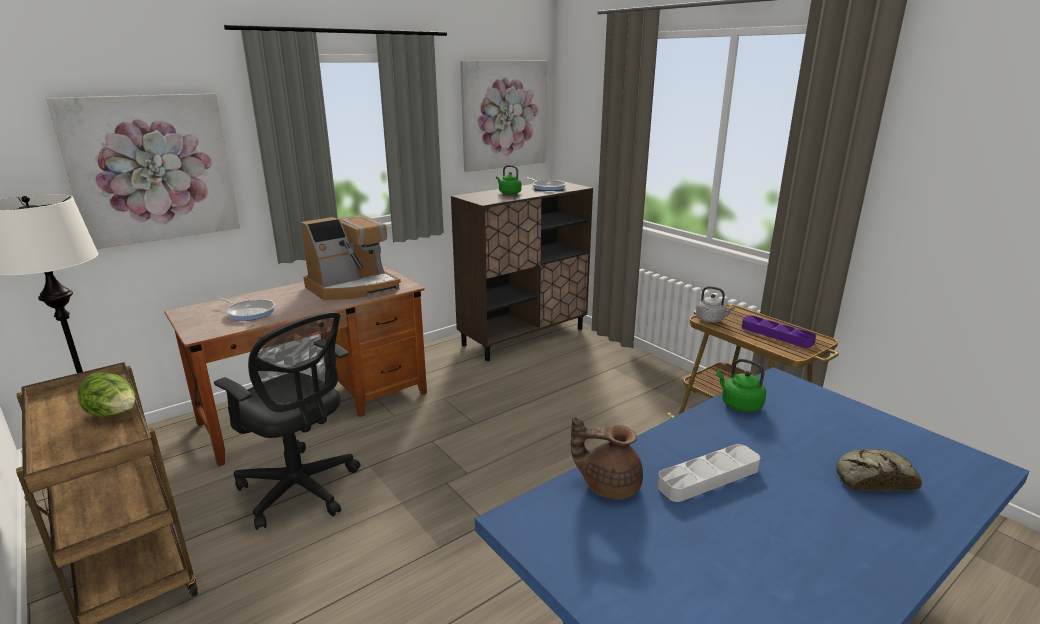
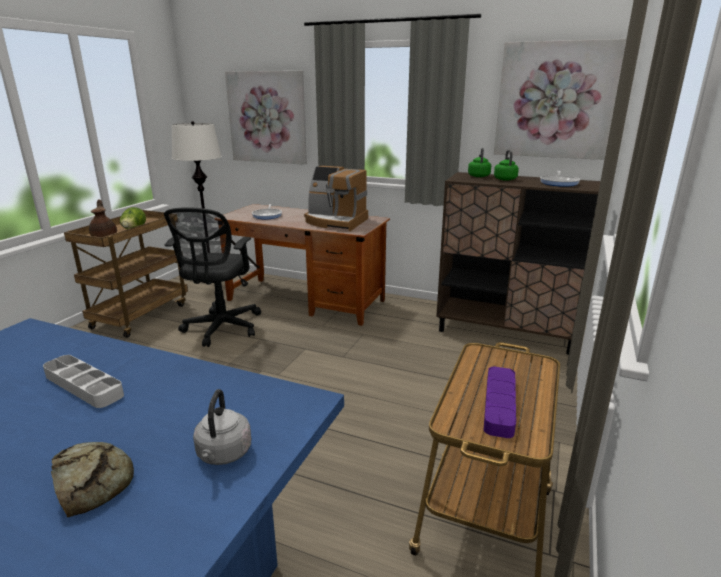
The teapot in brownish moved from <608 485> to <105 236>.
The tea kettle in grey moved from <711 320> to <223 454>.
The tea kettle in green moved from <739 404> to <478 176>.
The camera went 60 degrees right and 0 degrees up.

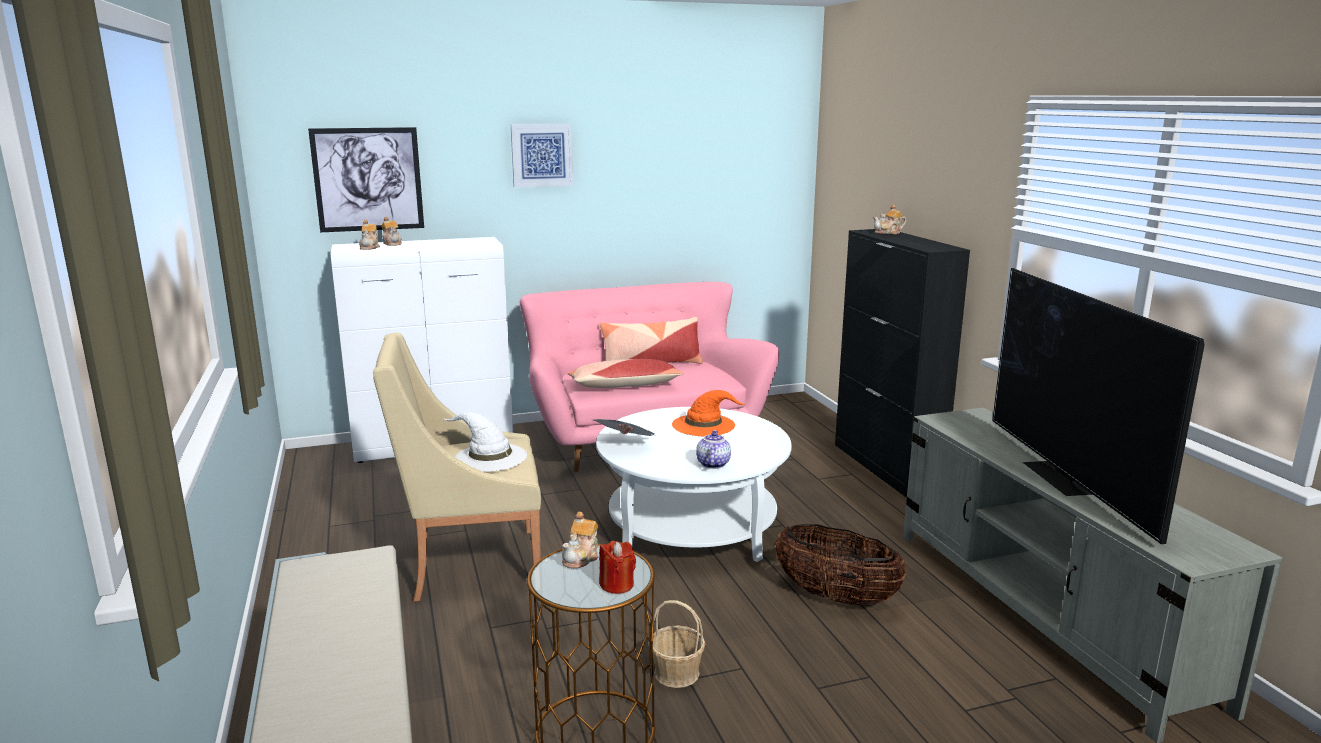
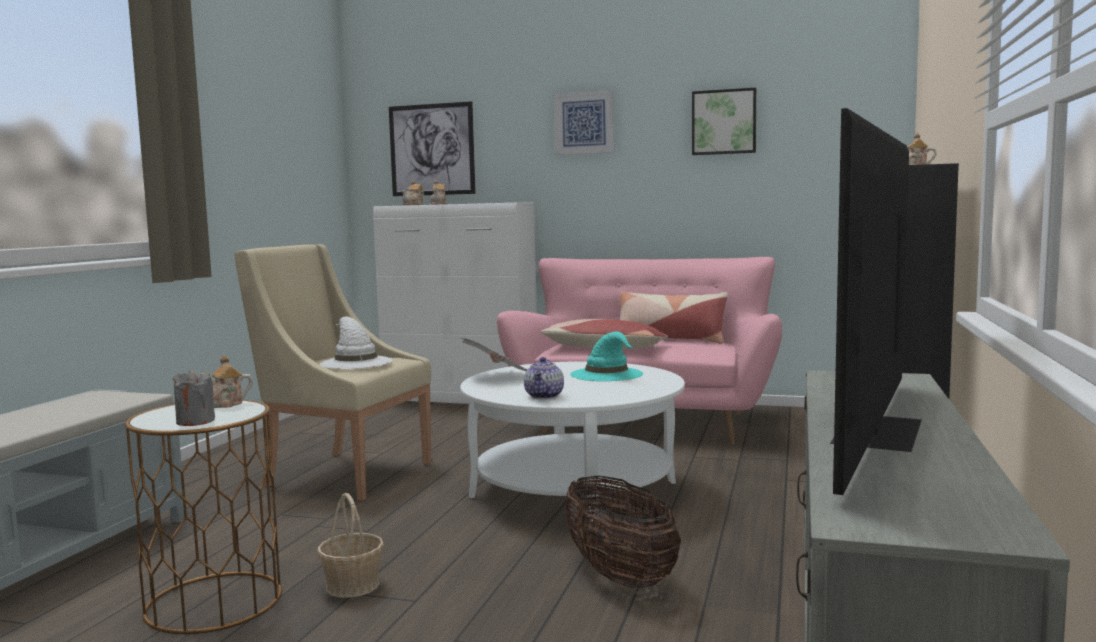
The wax light in red-coloured at <617 585> became the wax light in grey at <195 421>.
The hat in orange-coloured at <704 425> became the hat in turquoise-coloured at <607 374>.
The teapot at <712 464> turned 150 degrees clockwise.
The wall art at <724 122> appeared.
The camera went 35 degrees right and 10 degrees down.

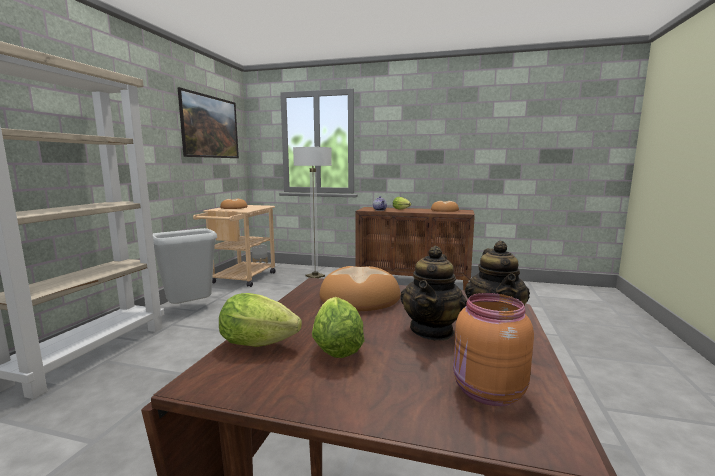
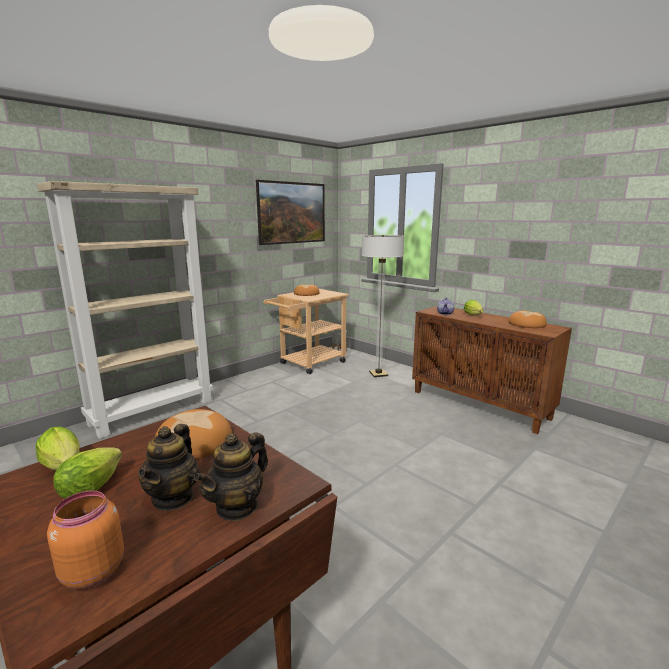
The trash can in grey at <190 308> disappeared.
The teapot at <432 330> turned 45 degrees counterclockwise.
The camera went 30 degrees right and 5 degrees up.

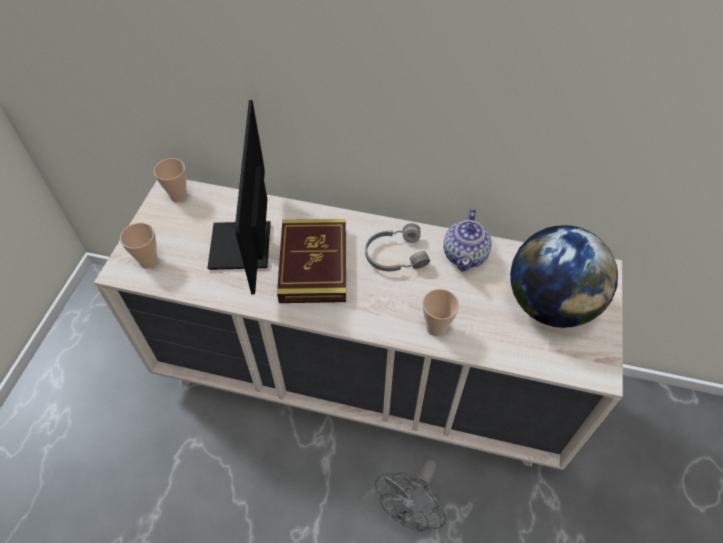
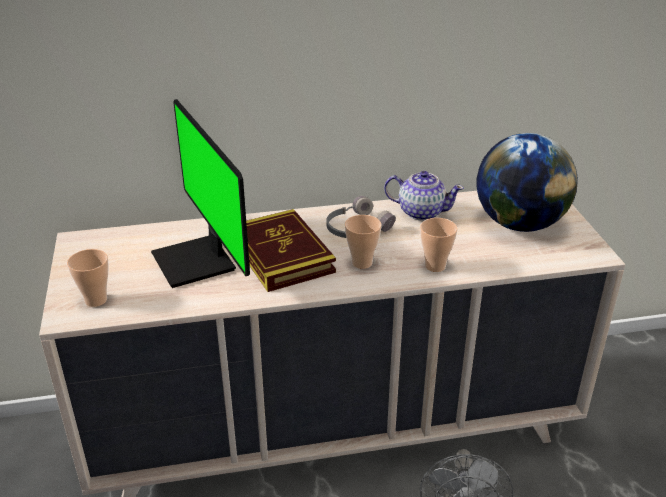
The small cup moved from <178 196> to <362 263>.
The teapot at <465 254> turned 60 degrees counterclockwise.
The camera went 25 degrees left and 20 degrees down.

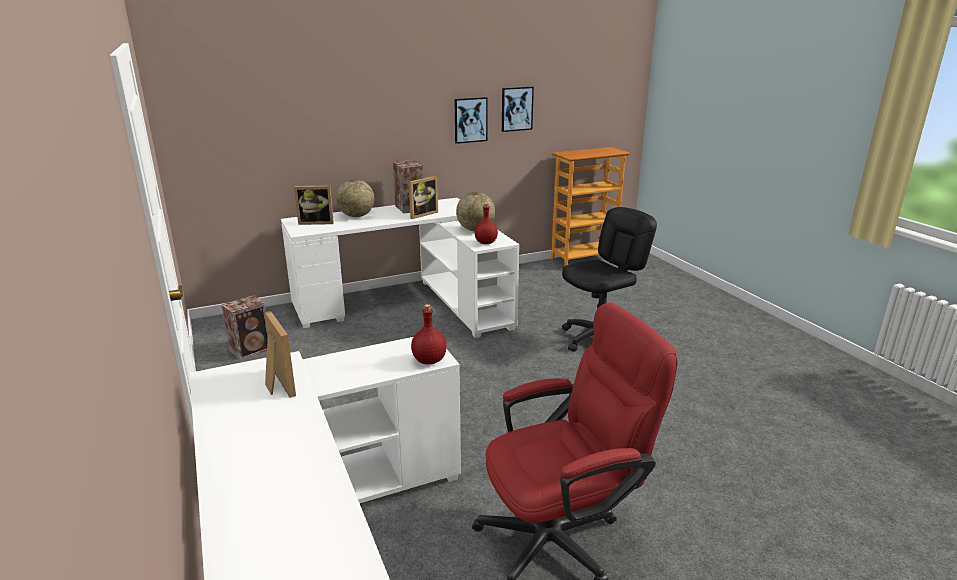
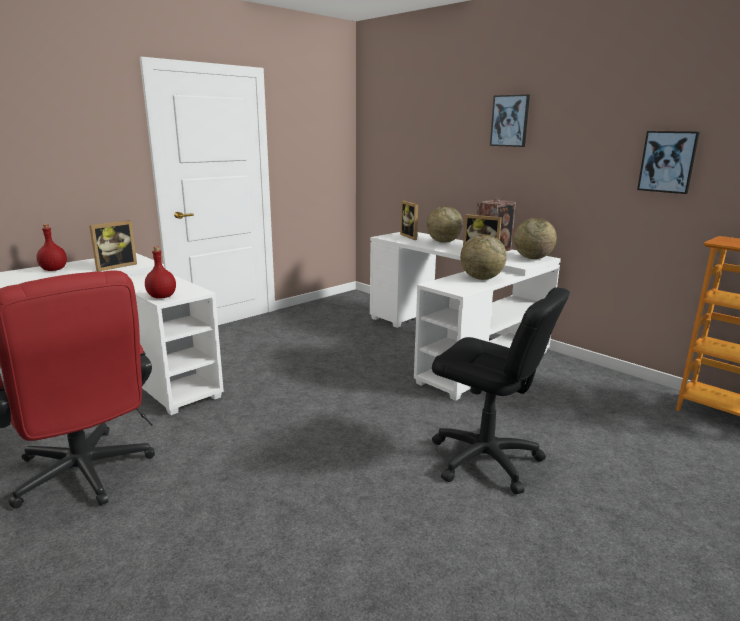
The loudspeaker at <252 350> disappeared.
The wall art moved from <470 120> to <510 121>.
The drink bottle in red-coloured moved from <486 243> to <53 270>.
The world globe at <532 258> appeared.
The camera went 70 degrees right and 5 degrees down.

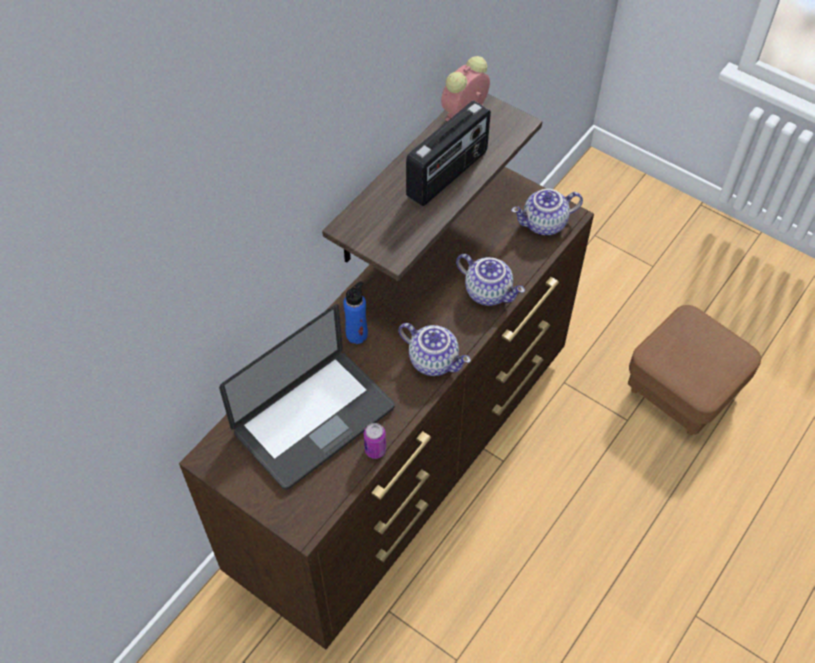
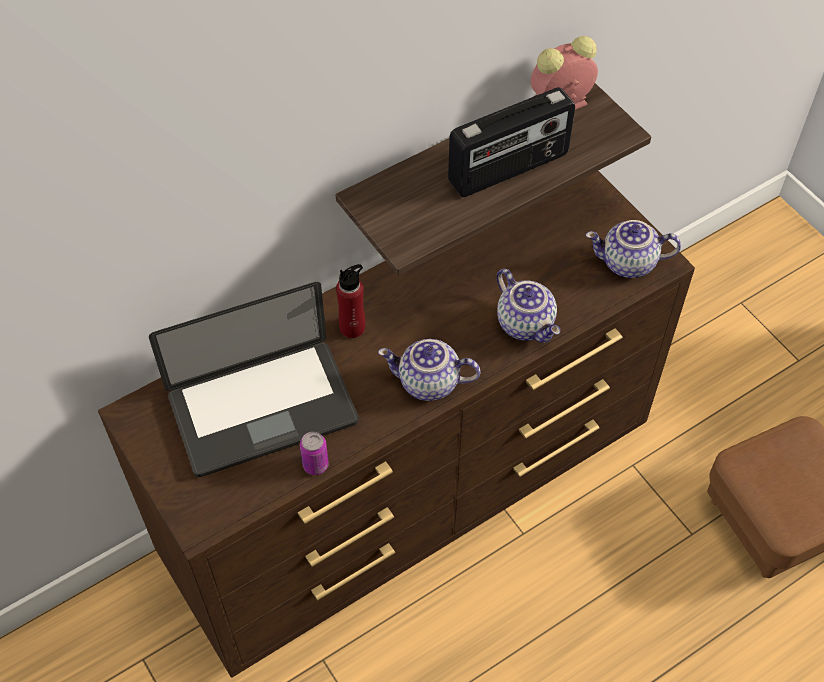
The drink bottle in bluish at <357 335> became the drink bottle in red-coloured at <352 327>.
The teapot at <434 360> turned 135 degrees clockwise.
The camera went 20 degrees right and 0 degrees up.

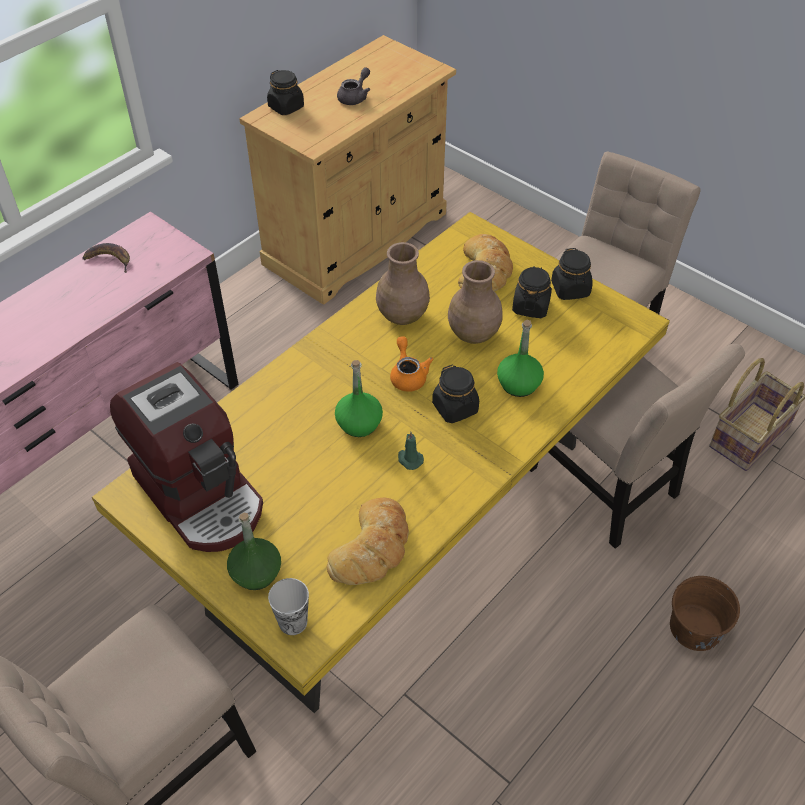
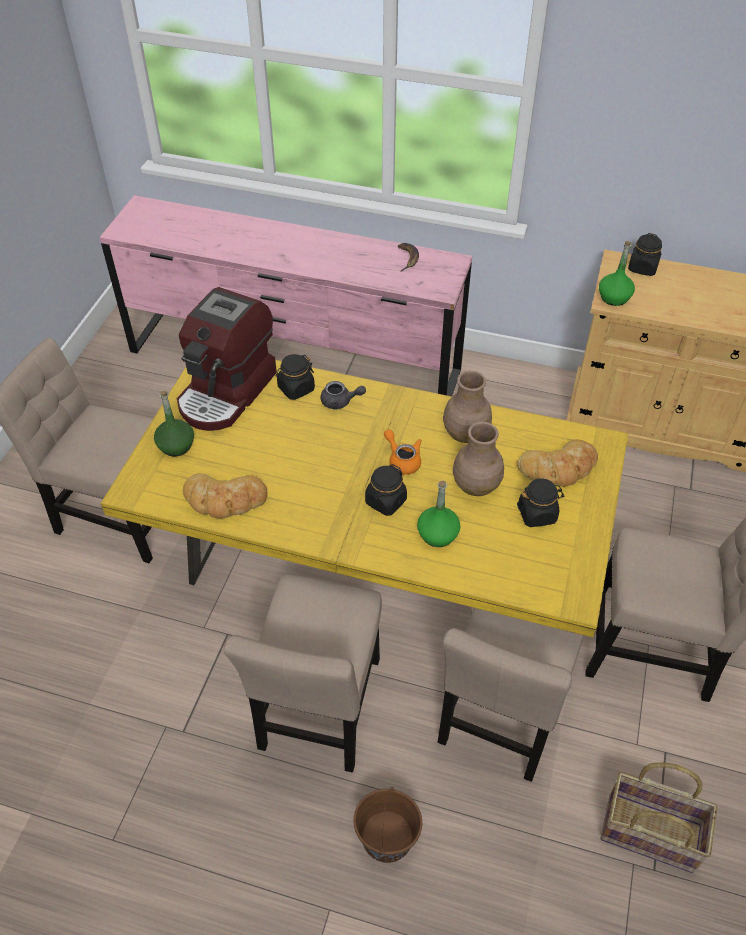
The small cup at <293 622> disappeared.
The drink bottle in green moved from <359 423> to <614 297>.
The teapot in grey moved from <355 97> to <340 402>.
The teapot in orange-coloured at <408 375> turned 90 degrees counterclockwise.
The wax light in green at <409 459> disappeared.
The preserve jar in blackish moved from <570 289> to <296 388>.
The chair in beige-coloured at <320 711> appeared.
The camera went 65 degrees right and 0 degrees up.

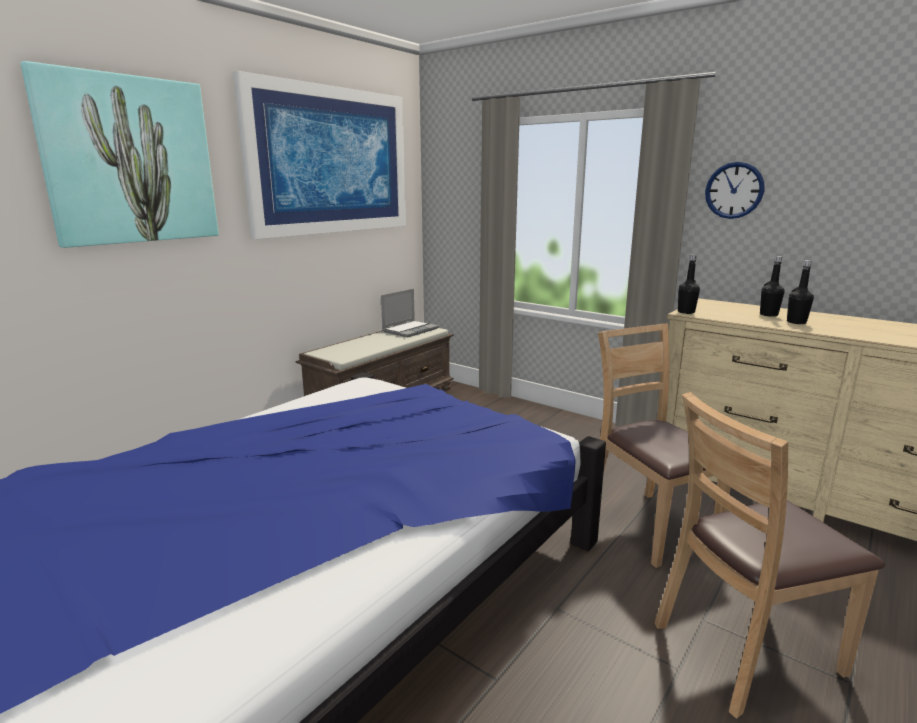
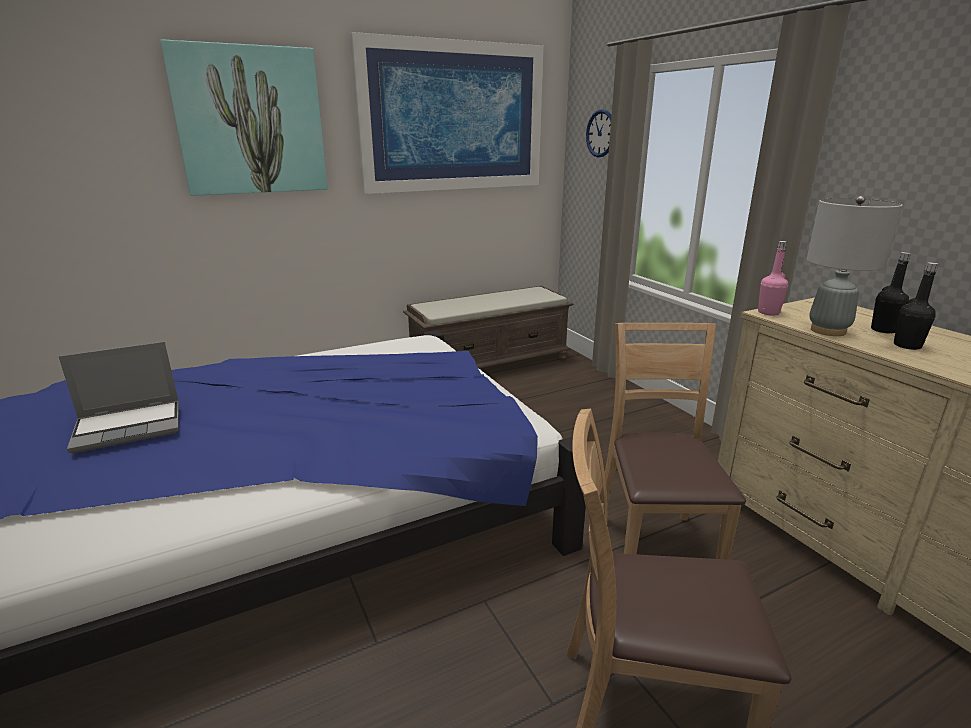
The portable computer moved from <410 330> to <130 426>.
The drink bottle in blackish at <686 312> became the drink bottle in pinkish at <768 312>.
The hanging clock moved from <734 190> to <600 133>.
The tabletop lamp in grey at <828 331> appeared.
The camera went 25 degrees right and 5 degrees up.

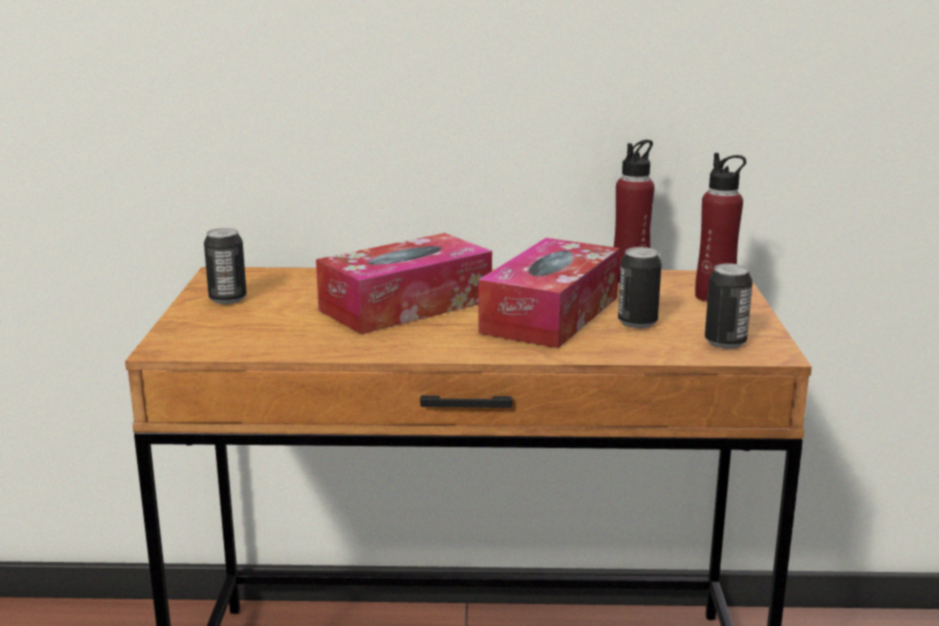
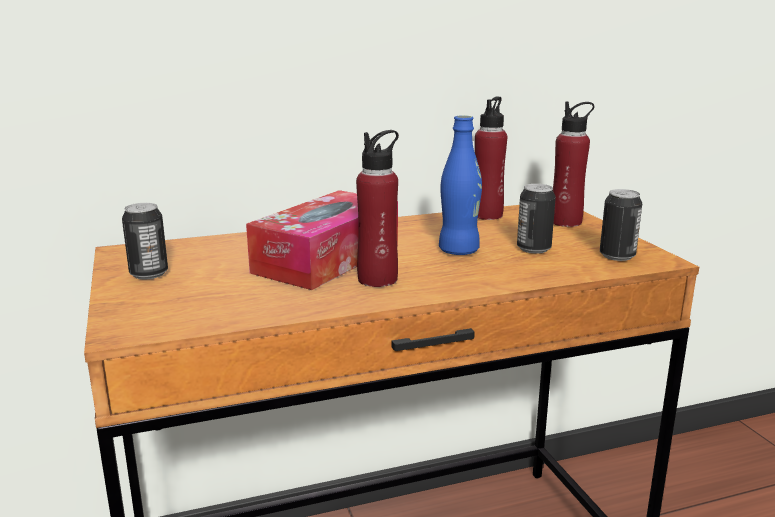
The tissue holder at <550 314> was replaced by the drink bottle in bluish at <458 251>.
The drink bottle in red-coloured at <378 279> appeared.
The camera went 20 degrees left and 0 degrees up.

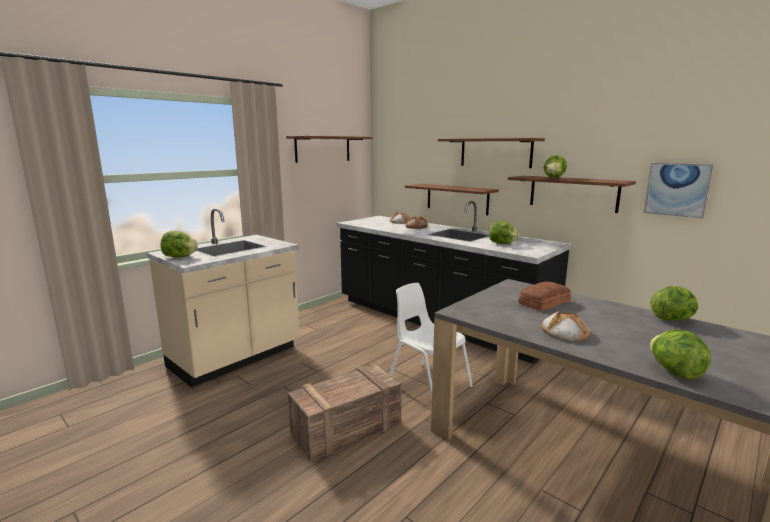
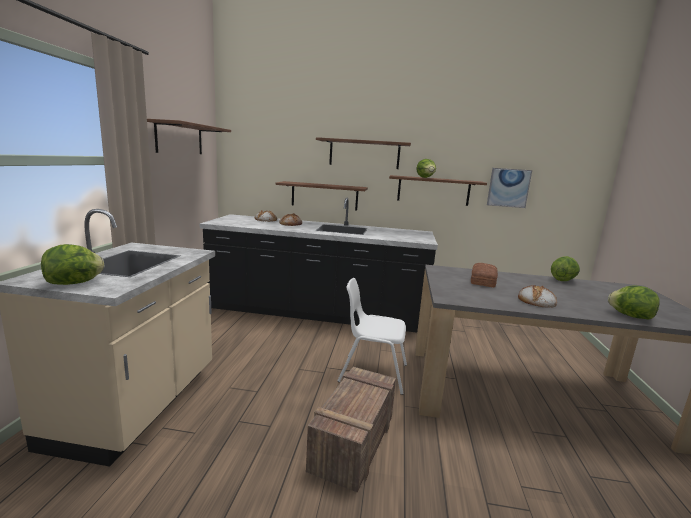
The head of lettuce at <502 244> disappeared.
The camera went 35 degrees left and 0 degrees up.

